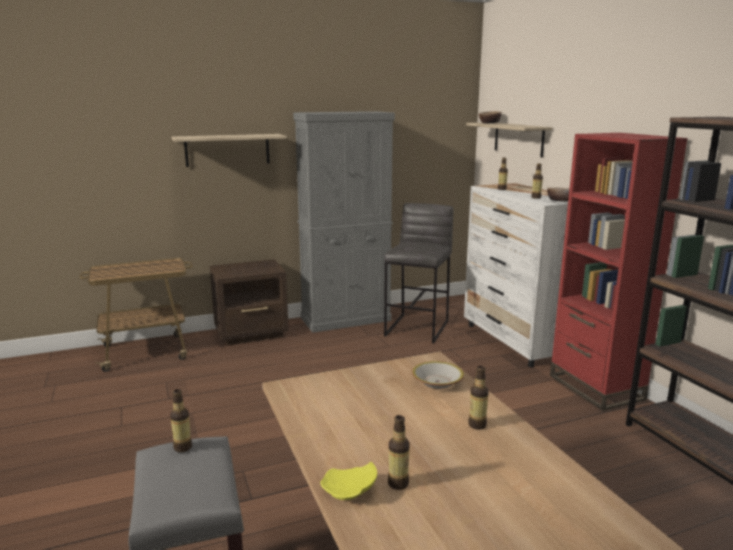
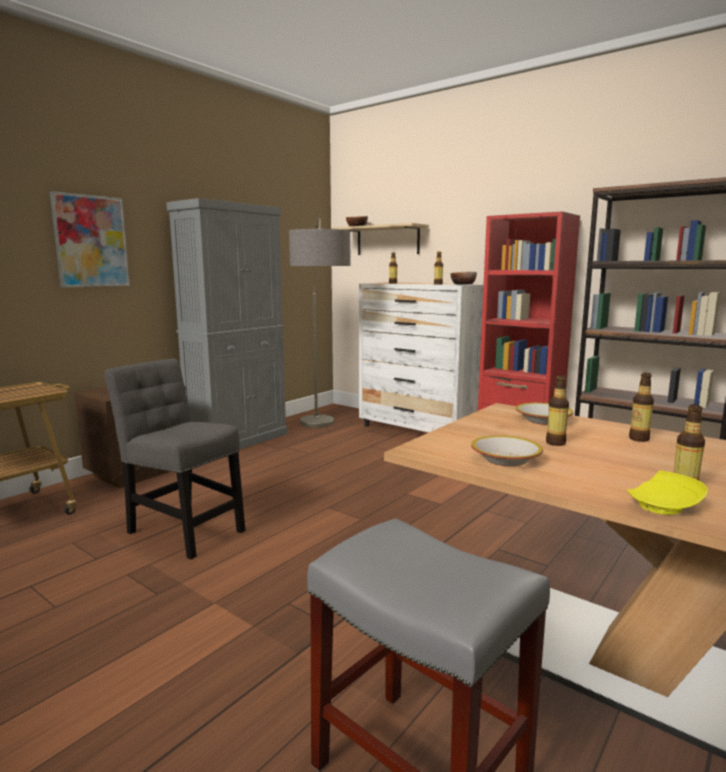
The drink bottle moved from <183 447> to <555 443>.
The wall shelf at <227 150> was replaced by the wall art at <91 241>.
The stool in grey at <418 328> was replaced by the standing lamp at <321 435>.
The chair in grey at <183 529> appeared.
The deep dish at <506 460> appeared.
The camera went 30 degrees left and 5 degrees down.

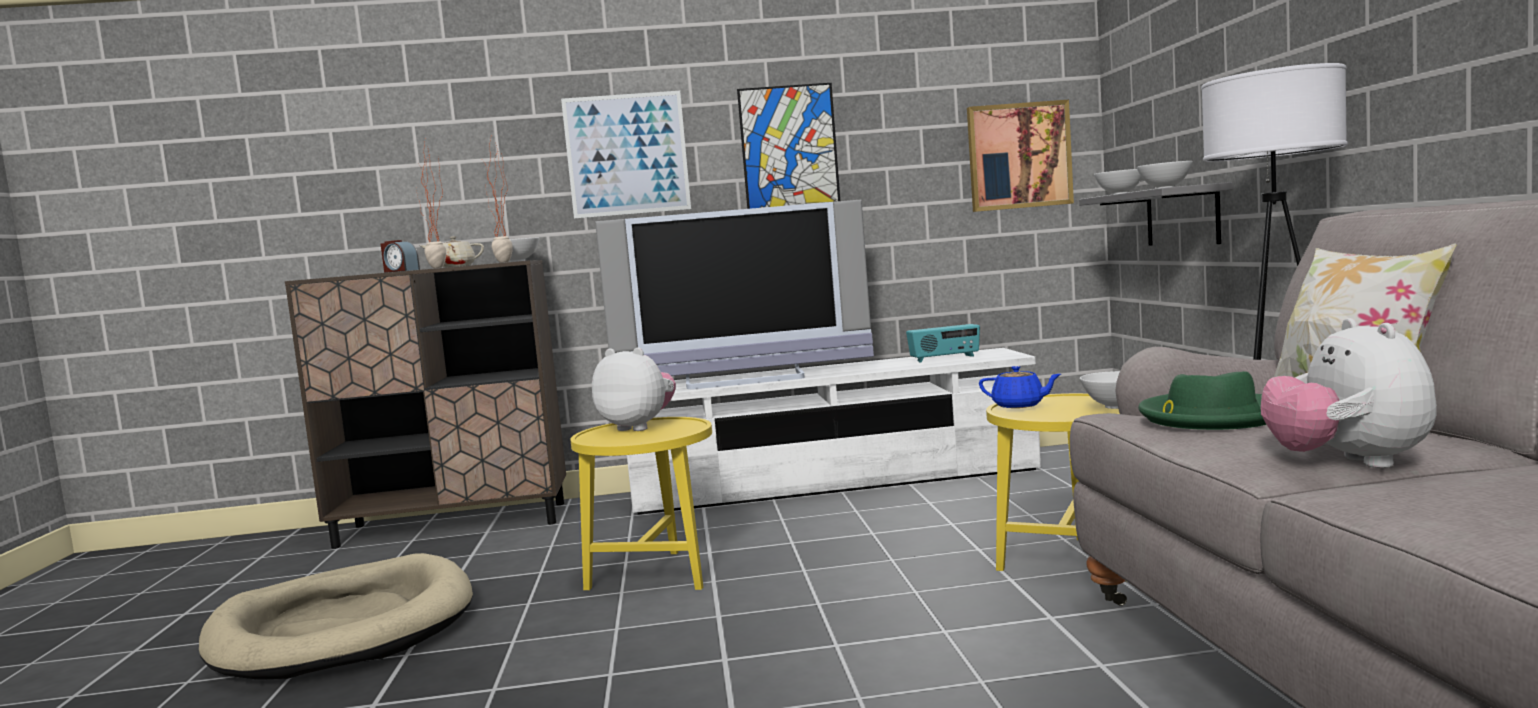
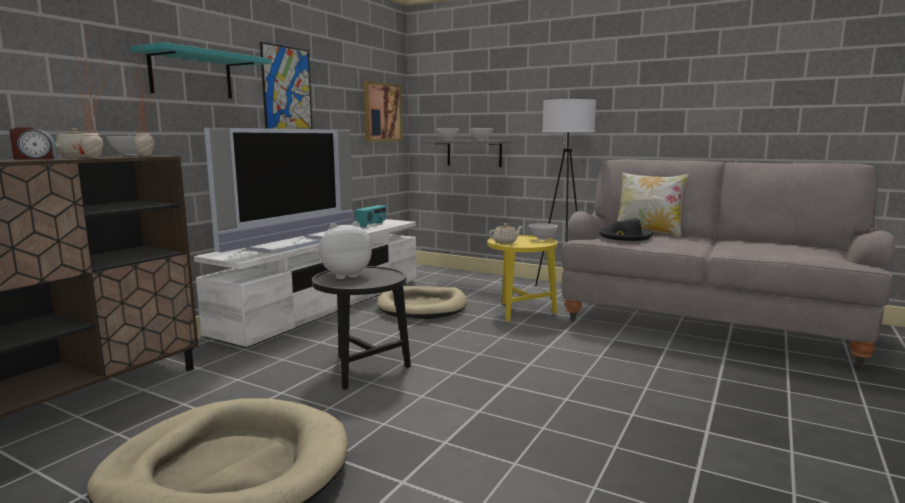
The wall art at <627 154> was replaced by the wall shelf in turquoise-coloured at <191 75>.
The end table in yellow at <656 573> became the end table in blackish at <362 369>.
The teapot in bluish at <1019 405> became the teapot in beige-coloured at <505 242>.
The hat in green at <1209 417> became the hat in blackish at <625 236>.
The plush toy at <1347 463> disappeared.
The pet bed in beige-coloured at <422 306> appeared.
The camera went 55 degrees left and 5 degrees up.

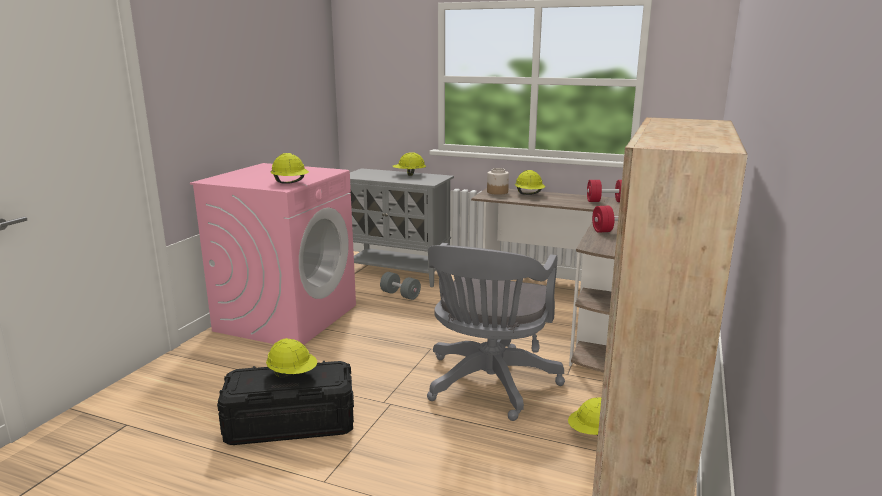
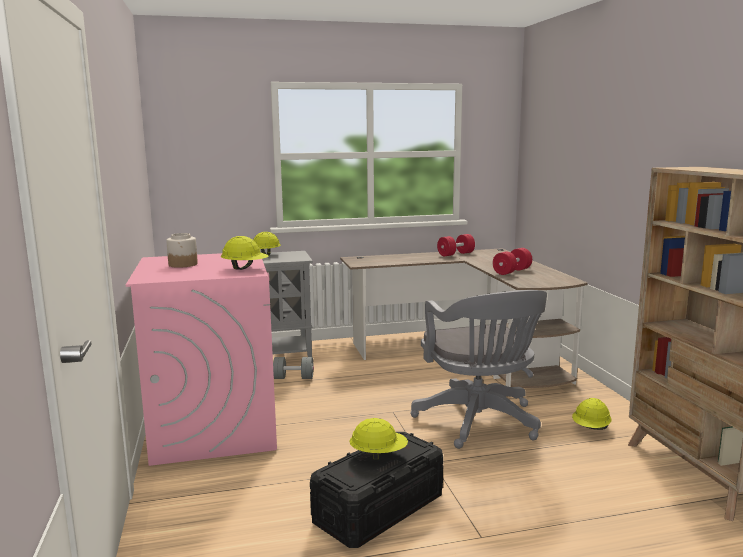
The preserve jar moved from <497 192> to <183 264>.
The safety helmet in yellow at <529 194> disappeared.
The camera went 35 degrees left and 5 degrees down.

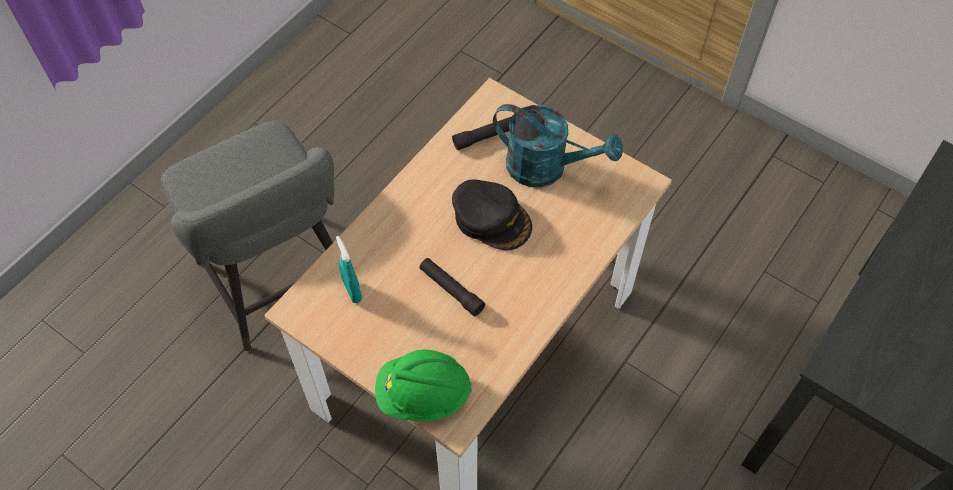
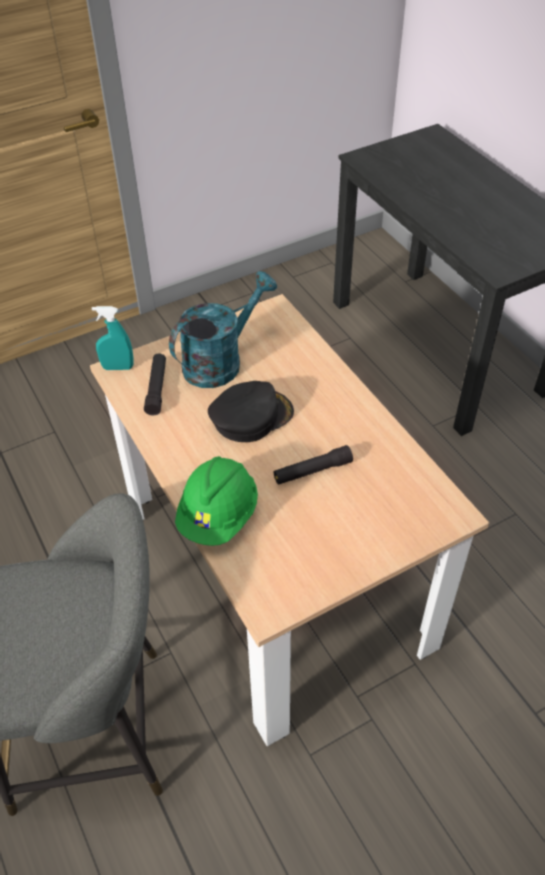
The sprayer in turquoise-coloured moved from <352 291> to <118 367>.
The safety helmet in green moved from <423 395> to <218 516>.
The camera went 65 degrees left and 10 degrees down.

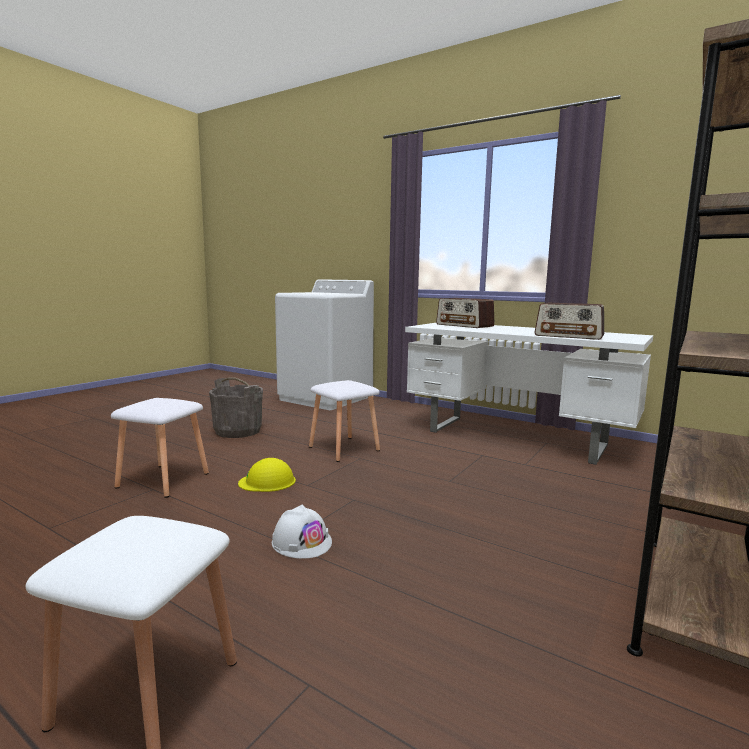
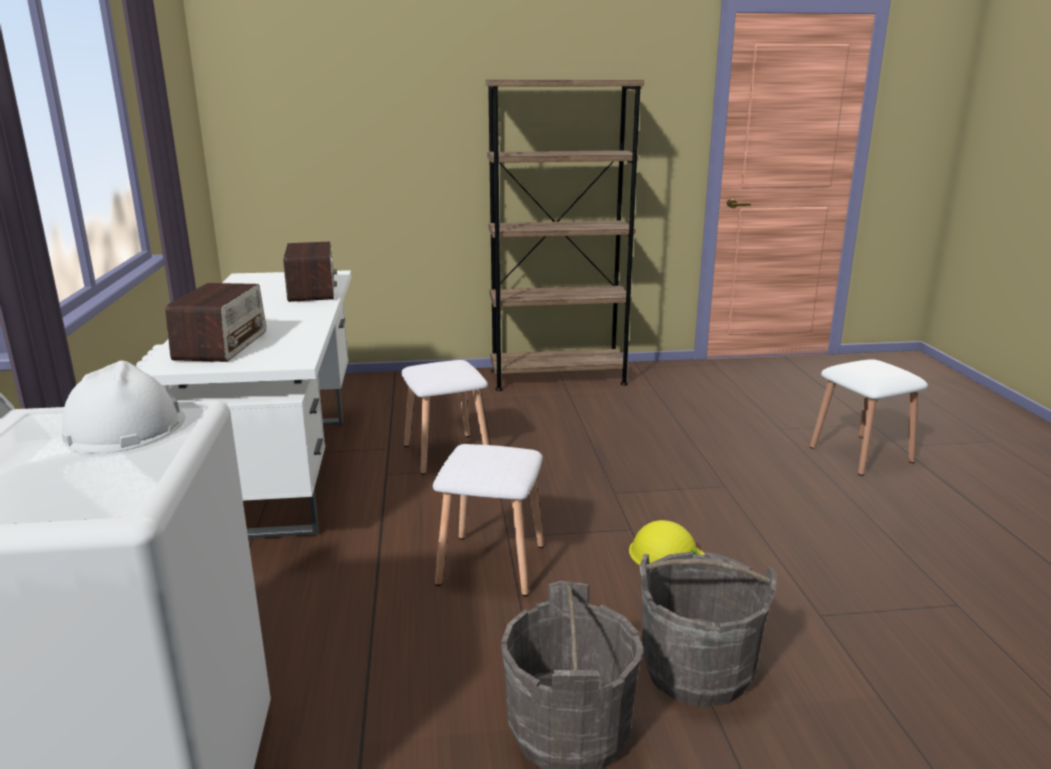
The stool in white moved from <162 480> to <447 454>.
The safety helmet in white moved from <302 542> to <125 428>.
The bucket in grey at <697 671> appeared.
The camera went 130 degrees left and 10 degrees up.

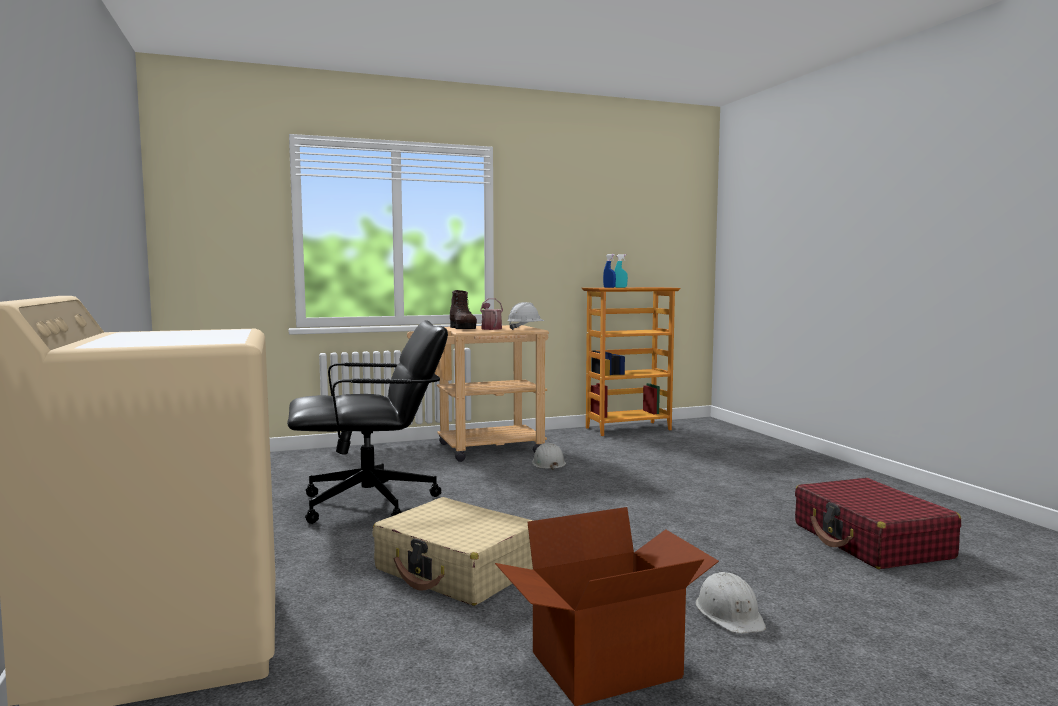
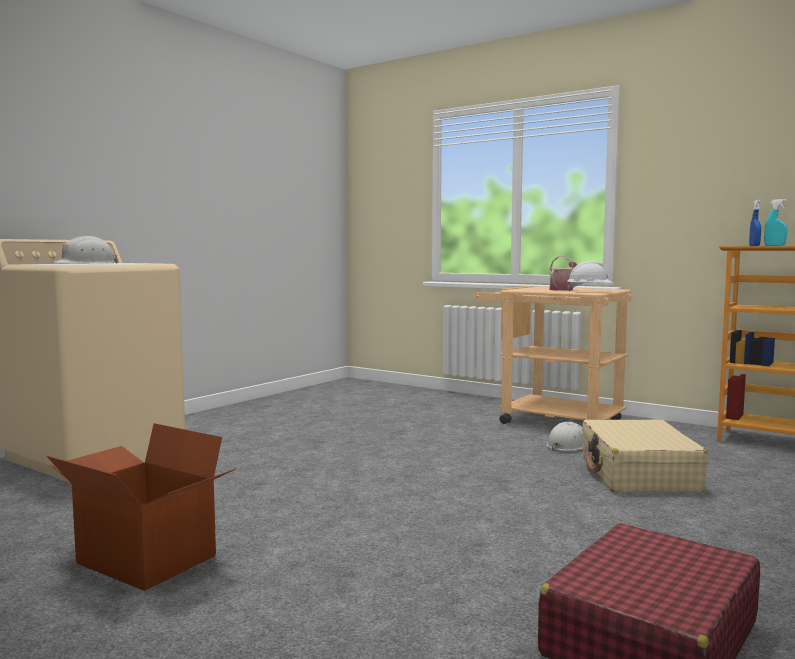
The computer chair in blackish at <371 504> disappeared.
The travel case in beige-coloured moved from <457 570> to <638 474>.
The tall boot in brownish at <463 328> disappeared.
The safety helmet in white moved from <730 614> to <86 264>.
The camera went 55 degrees right and 0 degrees up.

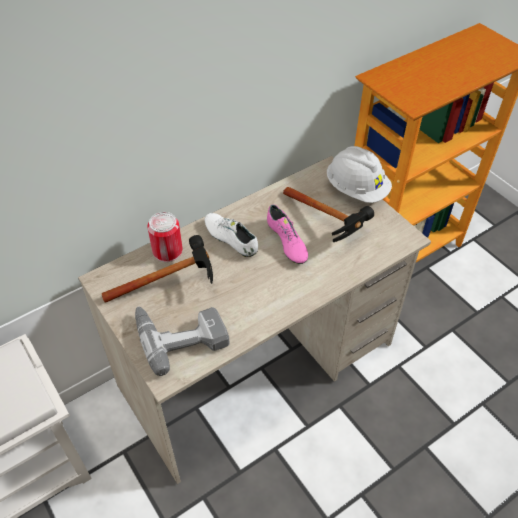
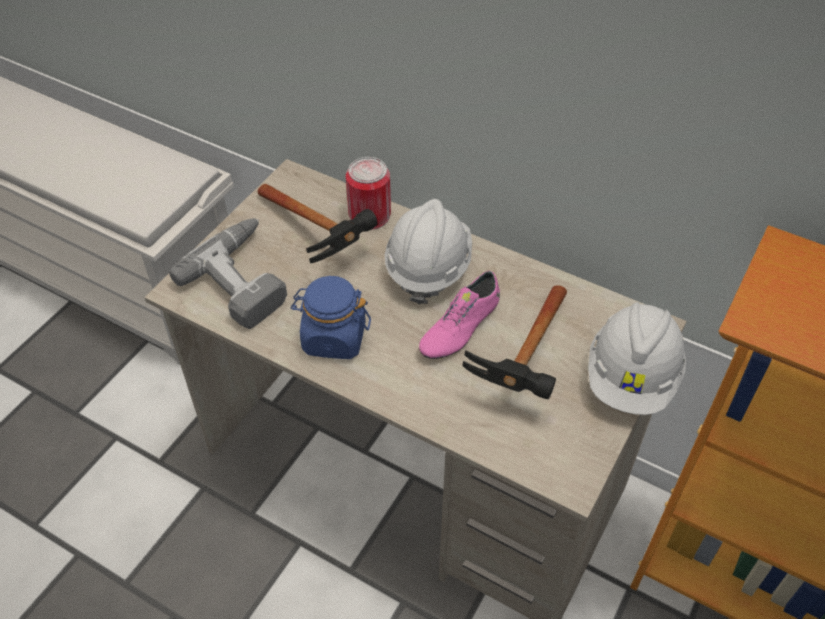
The shoe in white at <231 239> was replaced by the safety helmet in white at <428 267>.
The preserve jar in bluish at <333 338> appeared.
The camera went 65 degrees right and 0 degrees up.

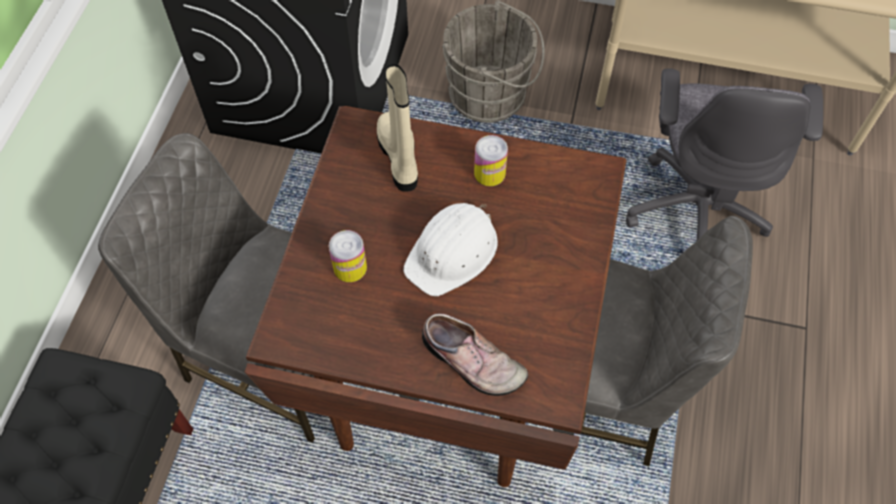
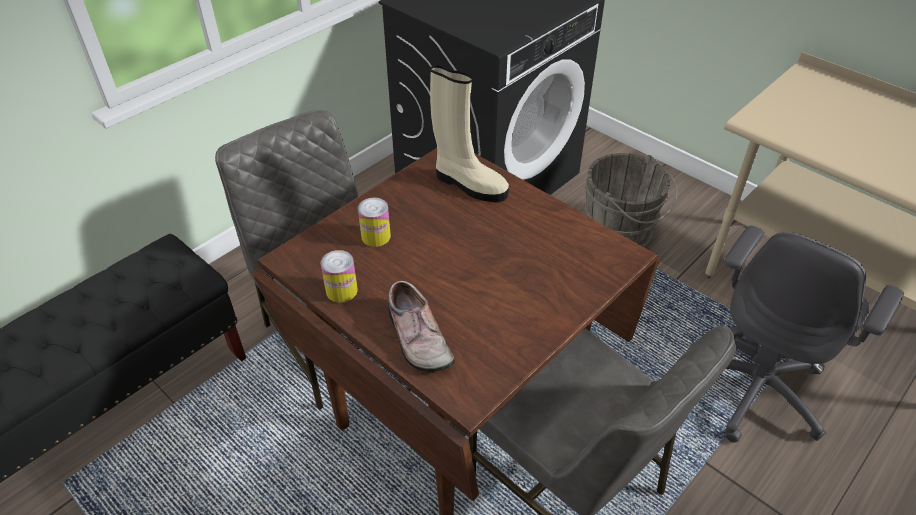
The tall boot in beige-coloured at <400 157> turned 105 degrees clockwise.
The safety helmet in white at <453 252> disappeared.
The sealed can moved from <489 173> to <341 290>.
The camera went 30 degrees right and 15 degrees down.

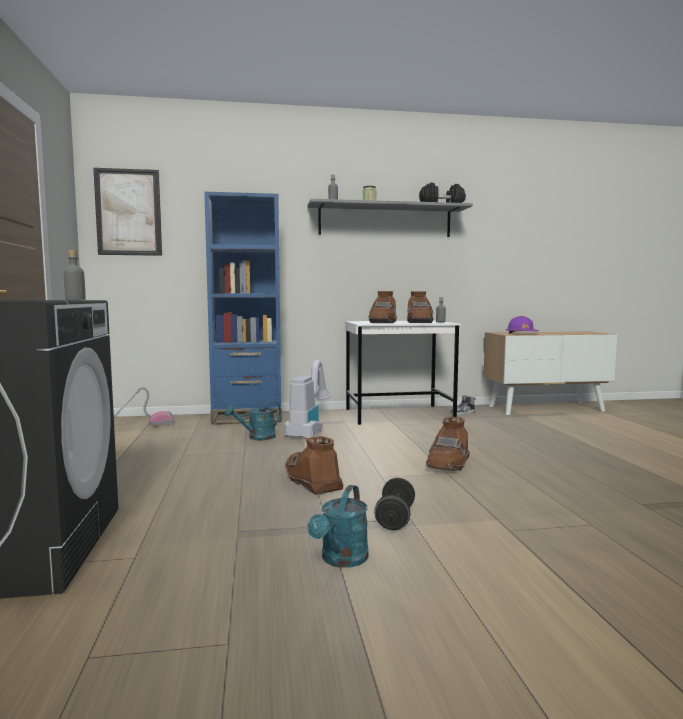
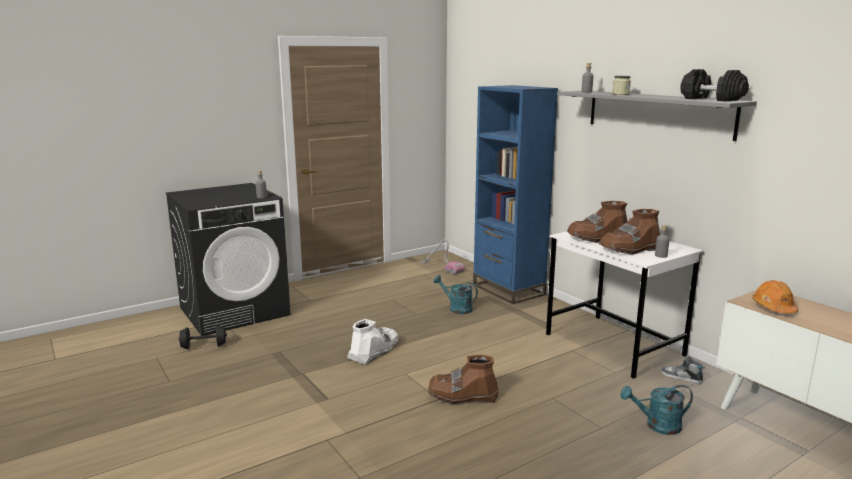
The wall art at <128 212> disappeared.
The vacuum at <309 430> disappeared.
The tall boot in brownish at <312 481> became the tall boot in white at <373 351>.
The watering pot in turquoise-coloured moved from <341 560> to <657 426>.
The hand weight in blackish moved from <395 519> to <204 346>.
The safety helmet in purple at <521 334> became the safety helmet in orange-coloured at <773 307>.
The camera went 65 degrees right and 10 degrees up.

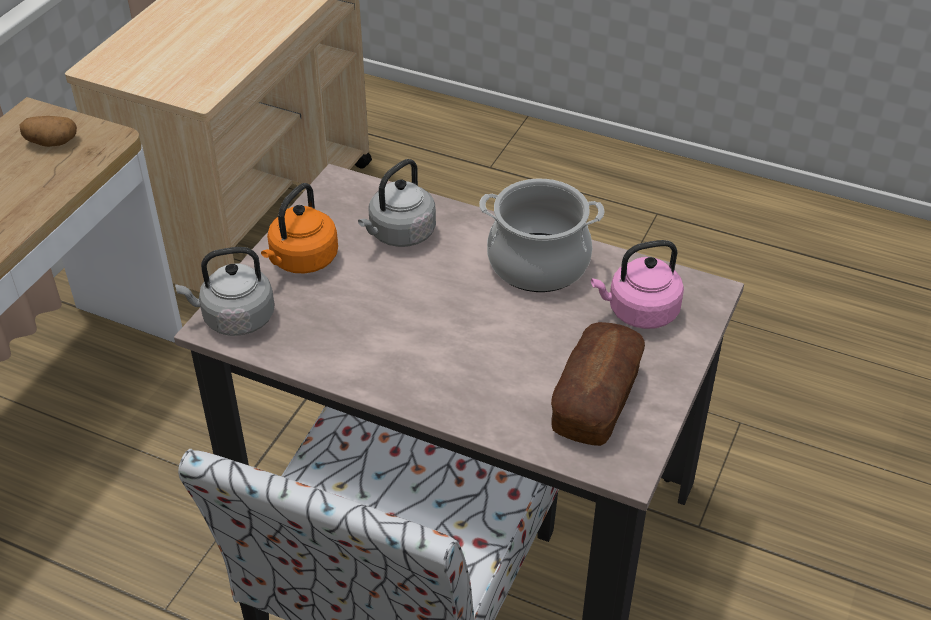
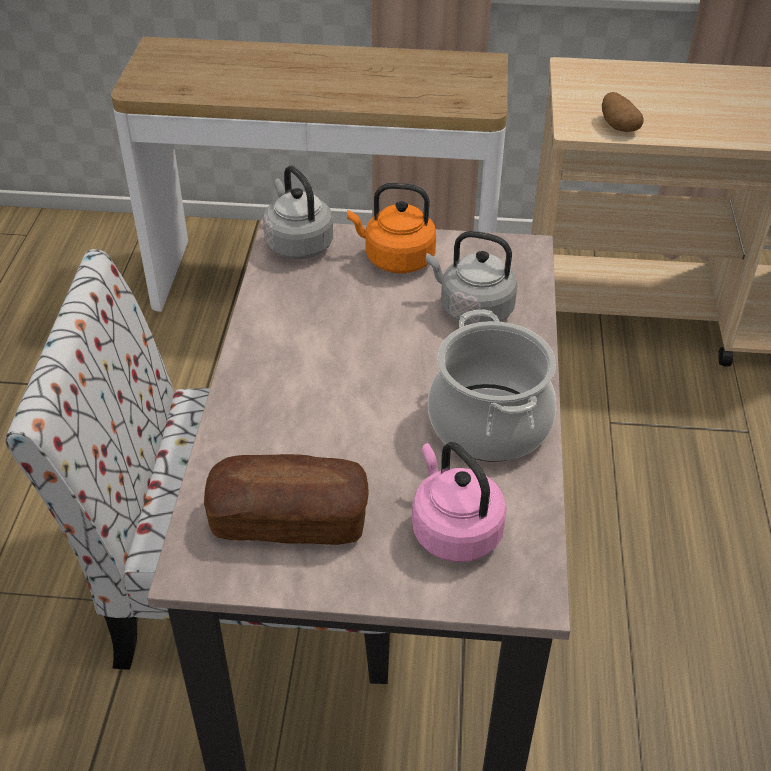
The spud moved from <51 143> to <617 126>.
The camera went 70 degrees right and 0 degrees up.

